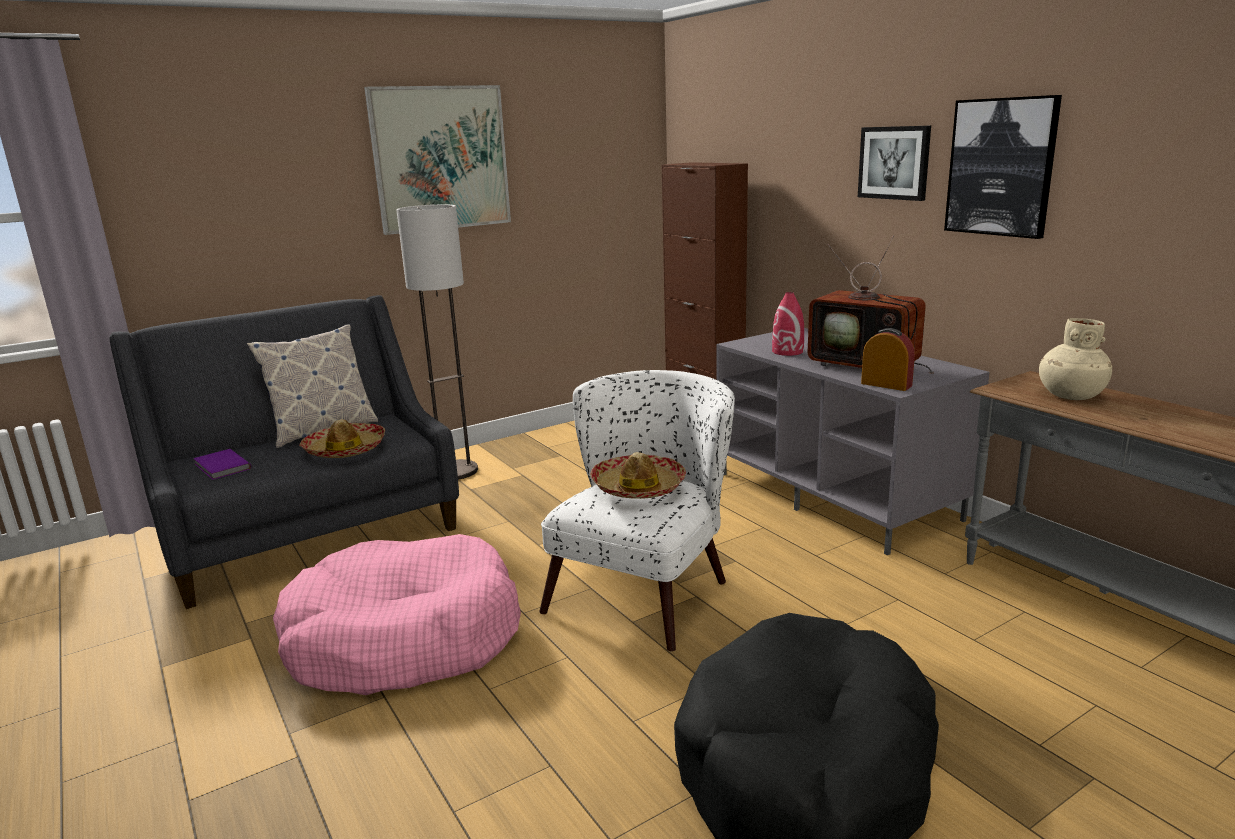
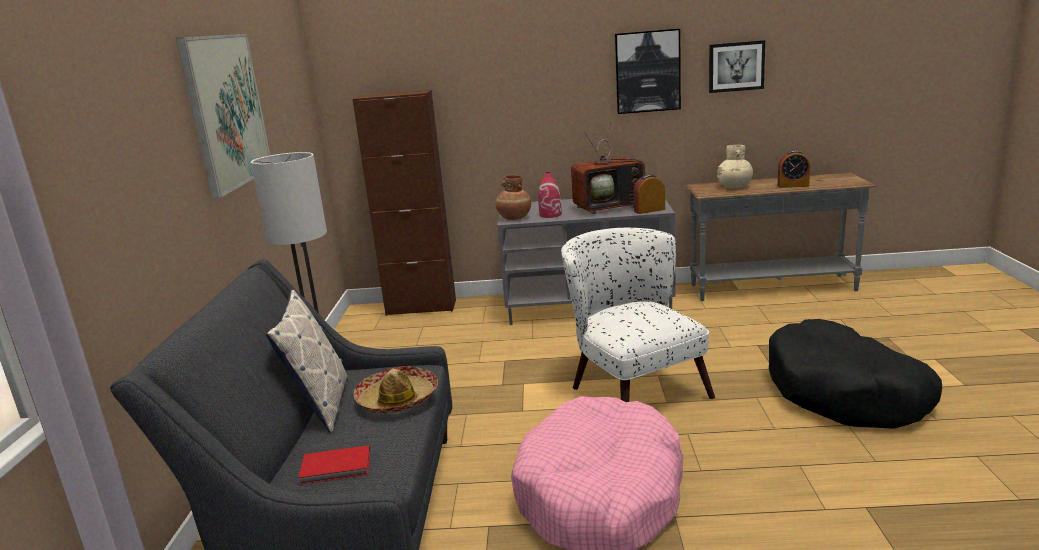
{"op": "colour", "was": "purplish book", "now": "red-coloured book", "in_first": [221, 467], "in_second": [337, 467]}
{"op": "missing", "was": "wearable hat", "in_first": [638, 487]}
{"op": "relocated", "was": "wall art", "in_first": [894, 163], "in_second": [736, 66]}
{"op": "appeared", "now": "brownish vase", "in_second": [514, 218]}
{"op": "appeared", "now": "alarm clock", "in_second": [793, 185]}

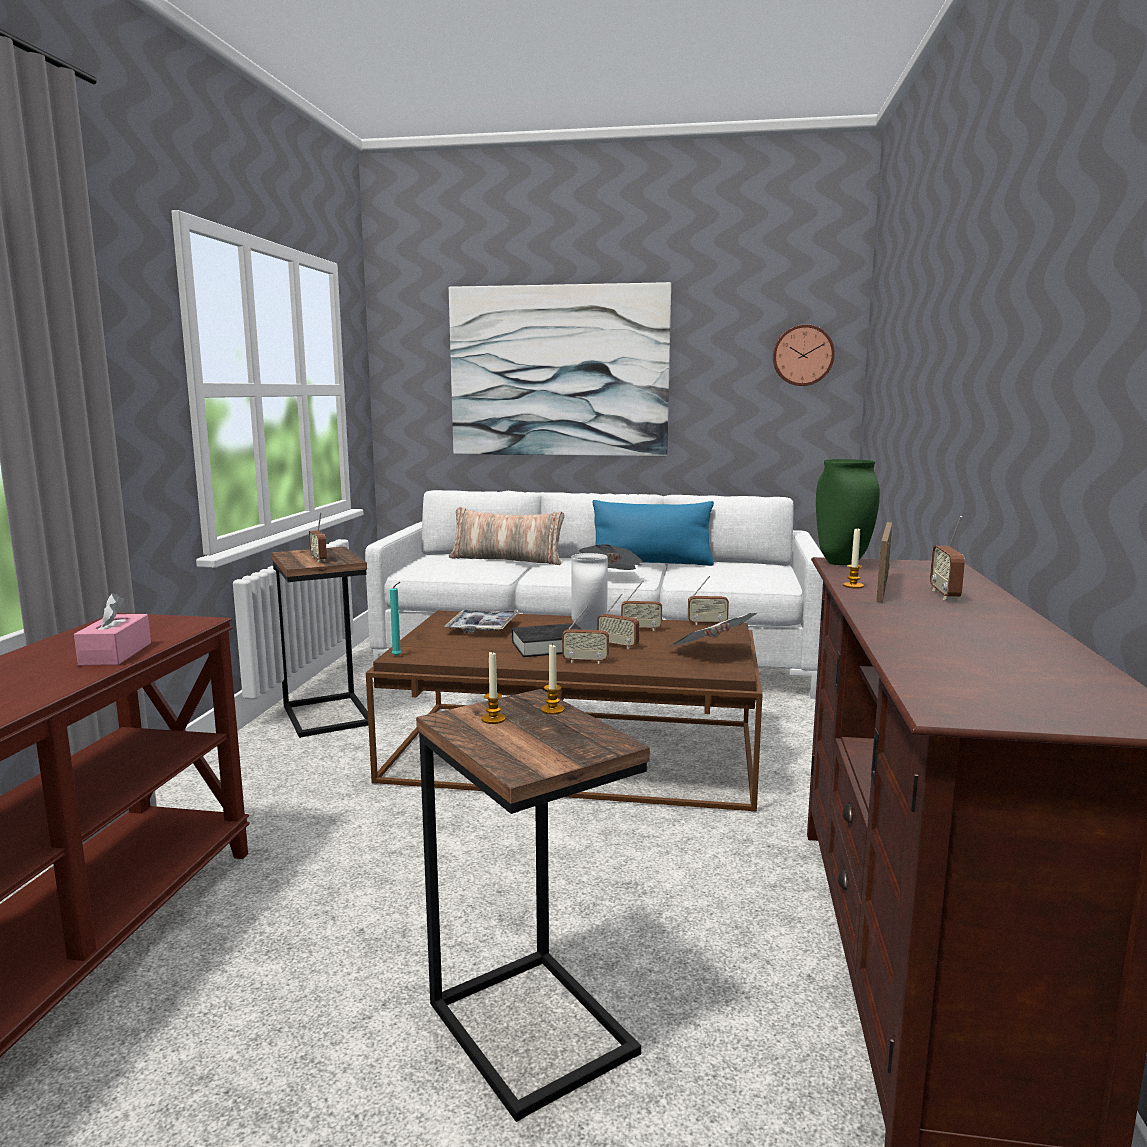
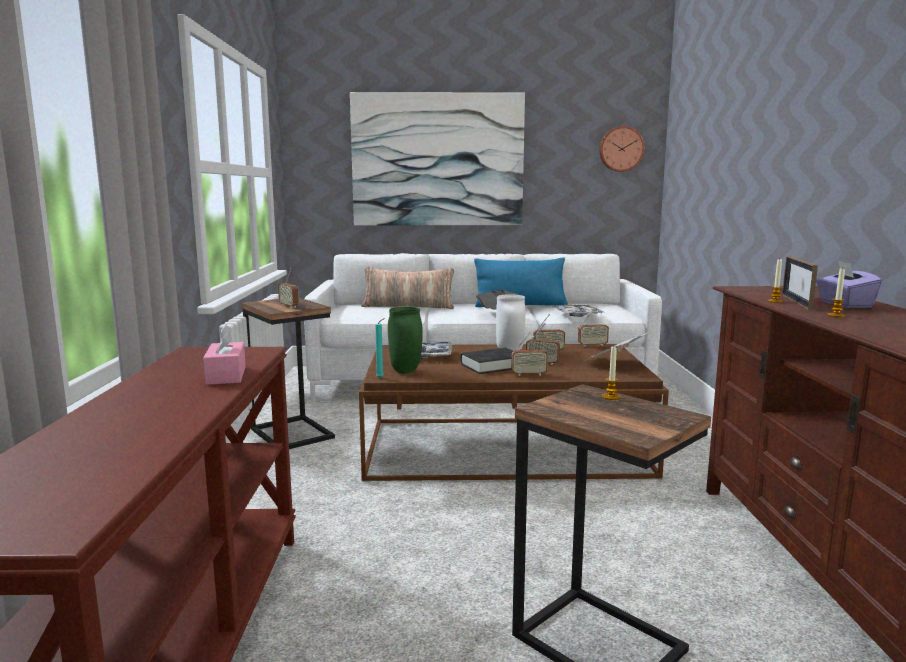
{"op": "relocated", "was": "wax light", "in_first": [493, 719], "in_second": [836, 315]}
{"op": "relocated", "was": "green-coloured vase", "in_first": [841, 563], "in_second": [404, 371]}
{"op": "exchanged", "was": "radio receiver", "now": "purplish tissue holder", "in_first": [945, 595], "in_second": [844, 304]}
{"op": "appeared", "now": "serving tray", "in_second": [577, 315]}

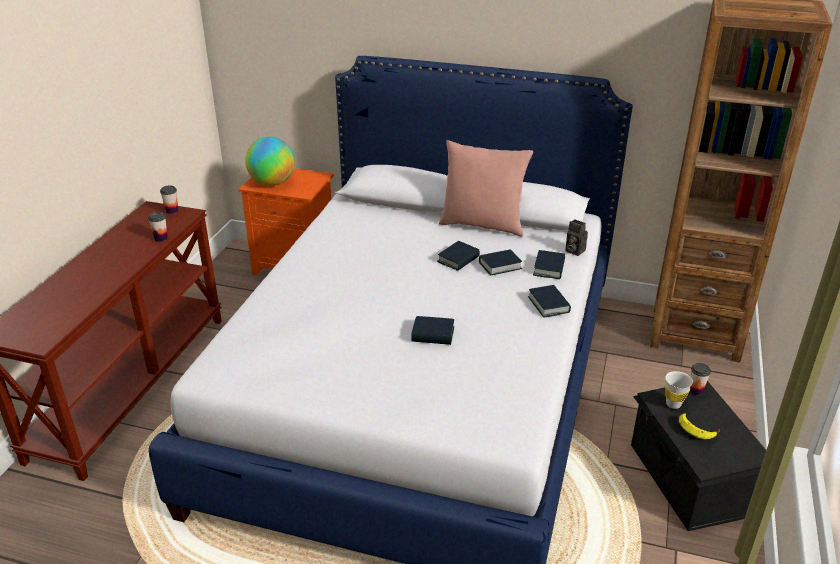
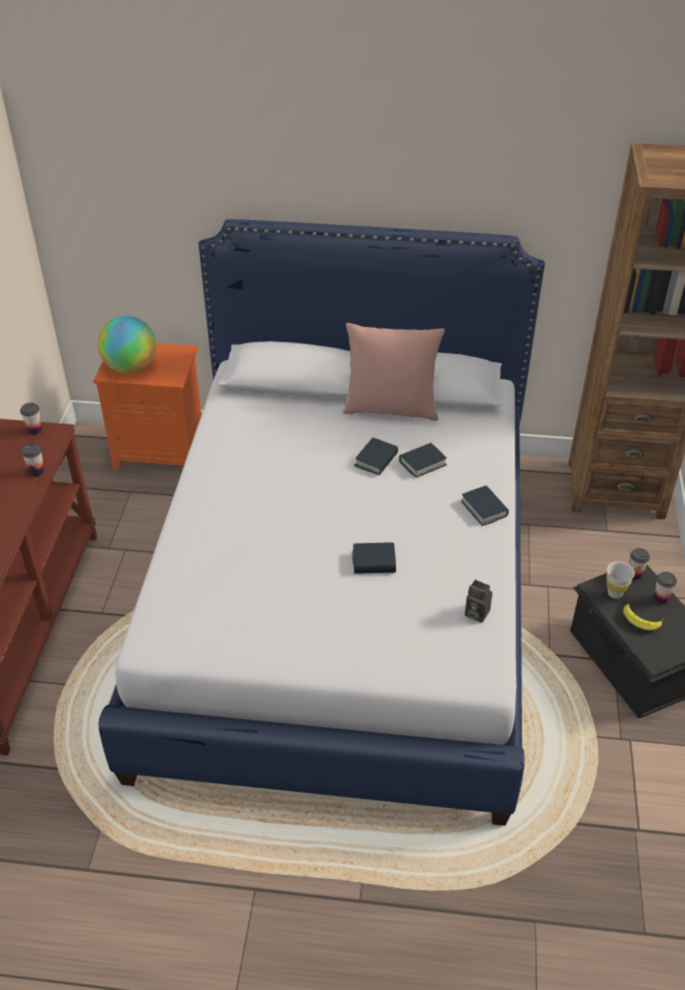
{"op": "missing", "was": "book", "in_first": [549, 268]}
{"op": "relocated", "was": "photo camera", "in_first": [573, 251], "in_second": [475, 613]}
{"op": "appeared", "now": "small cup", "in_second": [660, 598]}

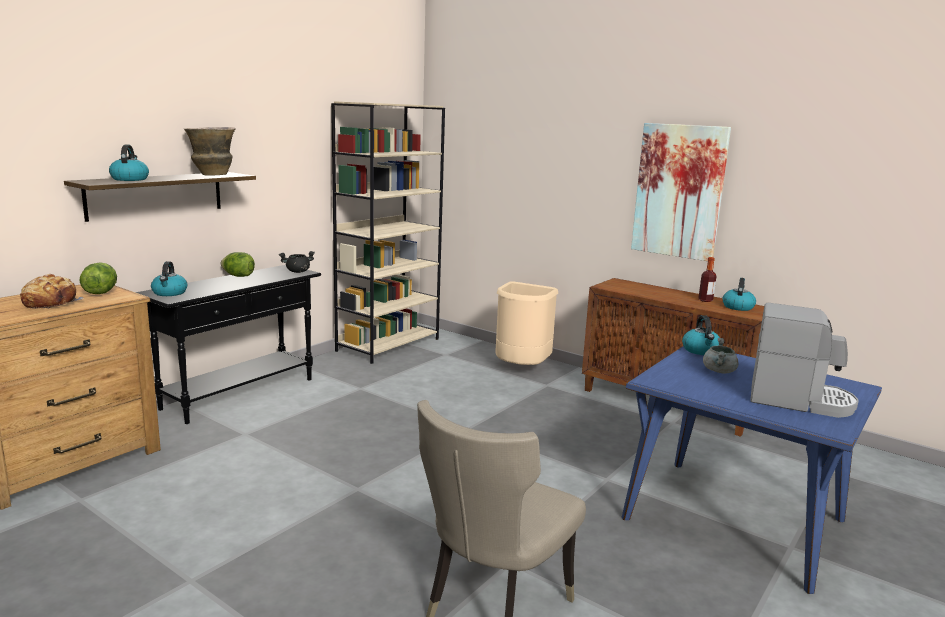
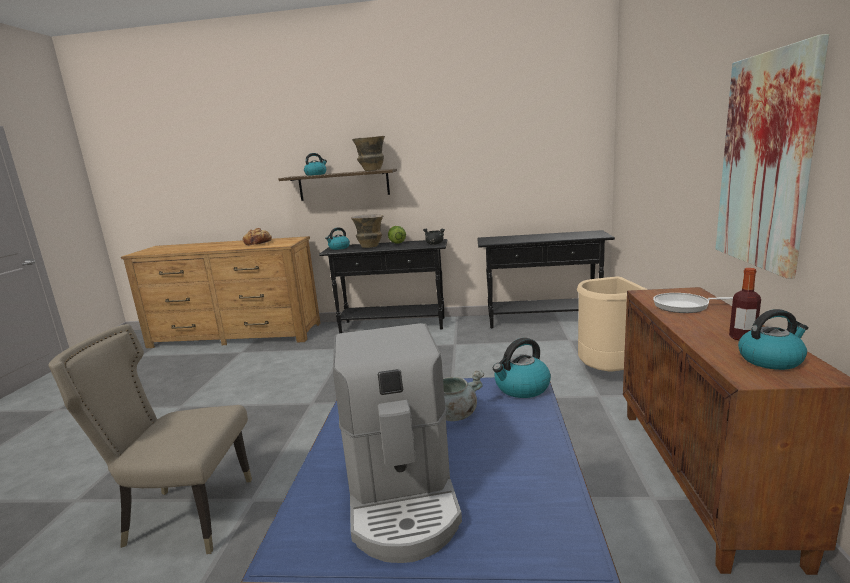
{"op": "missing", "was": "lettuce head", "in_first": [101, 292]}
{"op": "exchanged", "was": "beige-coloured shelving unit", "now": "black narrow table", "in_first": [388, 345], "in_second": [543, 320]}
{"op": "appeared", "now": "vase", "in_second": [370, 246]}
{"op": "appeared", "now": "pan", "in_second": [684, 306]}

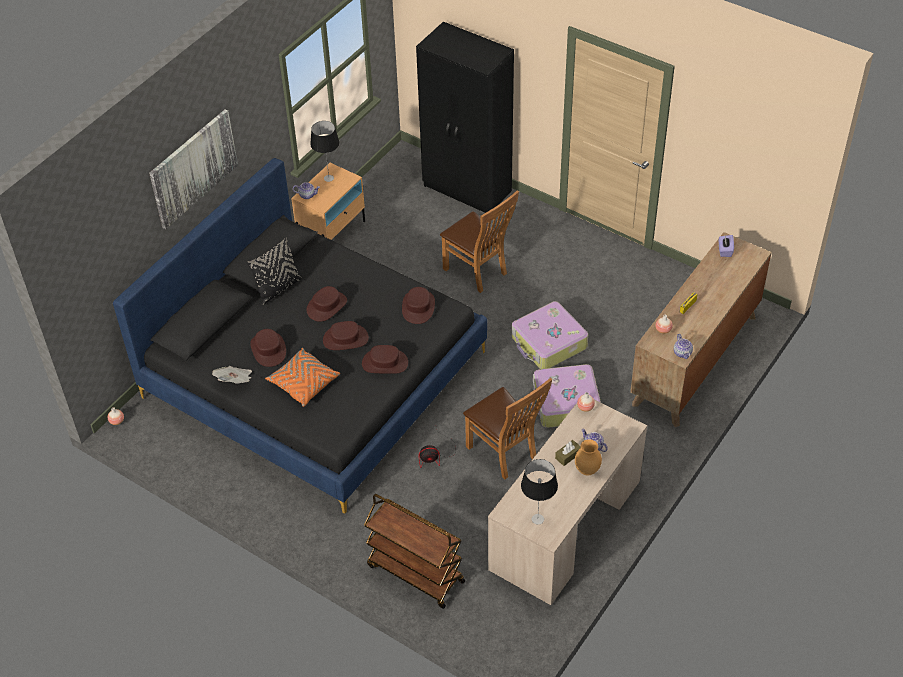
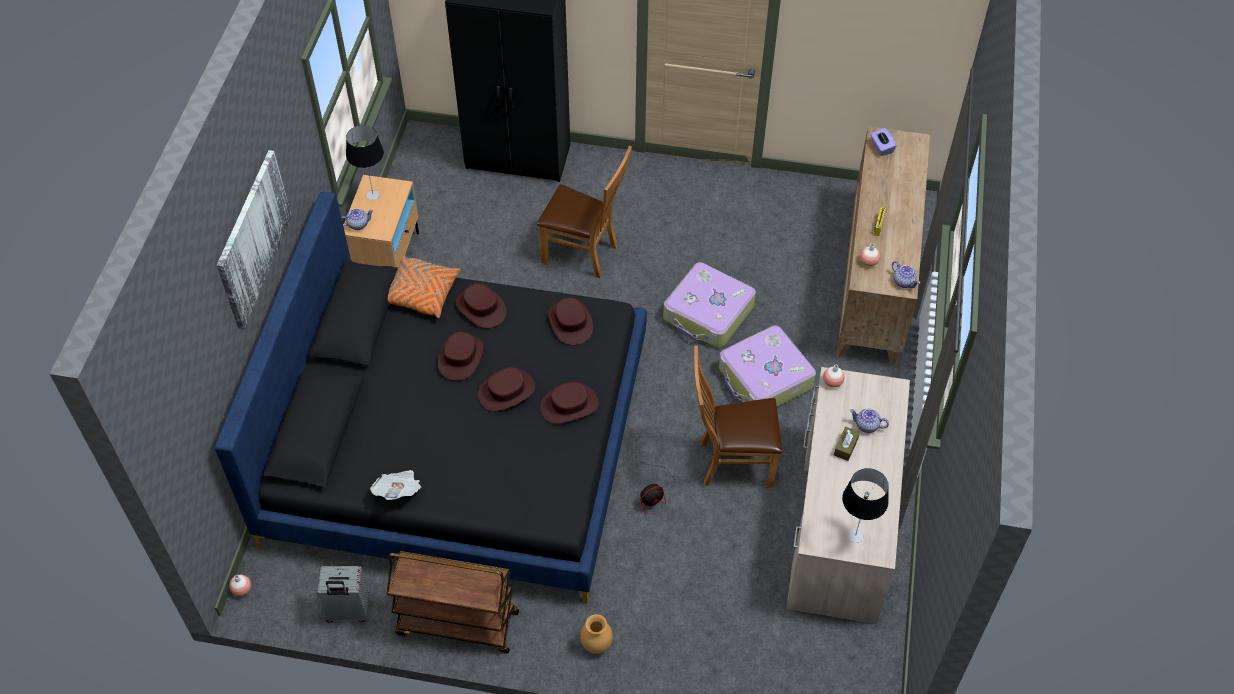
{"op": "missing", "was": "black throw pillow", "in_first": [278, 288]}
{"op": "relocated", "was": "brownish wearable hat", "in_first": [268, 349], "in_second": [481, 308]}
{"op": "relocated", "was": "orangey throw pillow", "in_first": [303, 383], "in_second": [421, 293]}
{"op": "relocated", "was": "brownish cart", "in_first": [415, 573], "in_second": [456, 624]}
{"op": "spun", "was": "brownish upright chair", "in_first": [505, 454], "in_second": [730, 462], "clockwise": 150}
{"op": "relocated", "was": "brownish vase", "in_first": [587, 470], "in_second": [596, 645]}
{"op": "appeared", "now": "greyish piece of luggage", "in_second": [348, 611]}

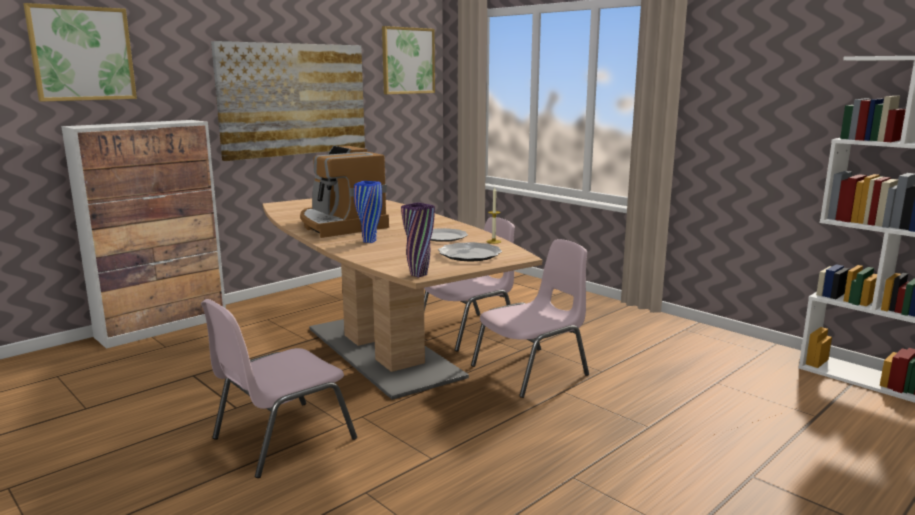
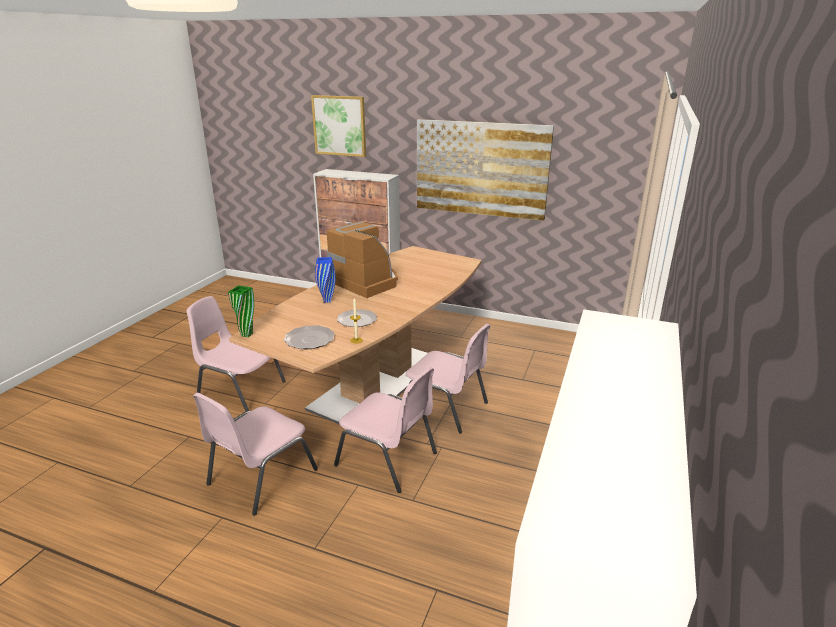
{"op": "spun", "was": "coffee brewer", "in_first": [340, 225], "in_second": [366, 281], "clockwise": 105}
{"op": "missing", "was": "wall art", "in_first": [408, 61]}
{"op": "colour", "was": "purplish vase", "now": "green-coloured vase", "in_first": [418, 275], "in_second": [247, 335]}
{"op": "appeared", "now": "pink-coloured upright chair", "in_second": [260, 477]}

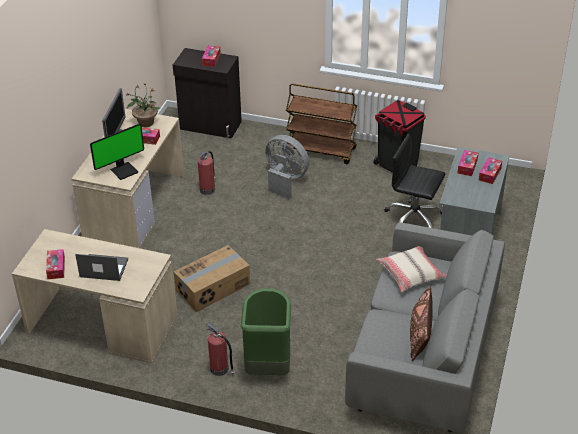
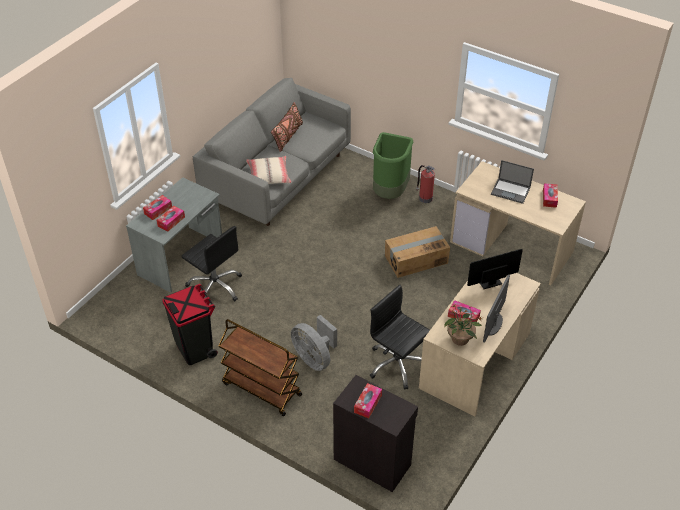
{"op": "exchanged", "was": "extinguisher", "now": "black desk chair", "in_first": [208, 189], "in_second": [397, 364]}

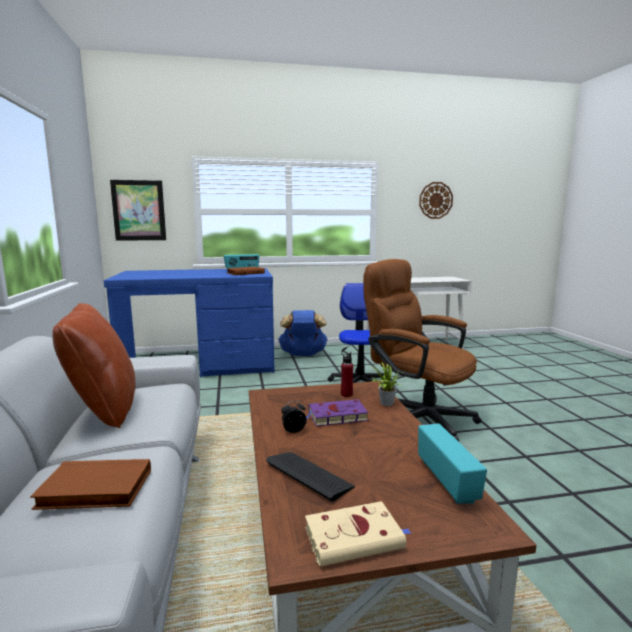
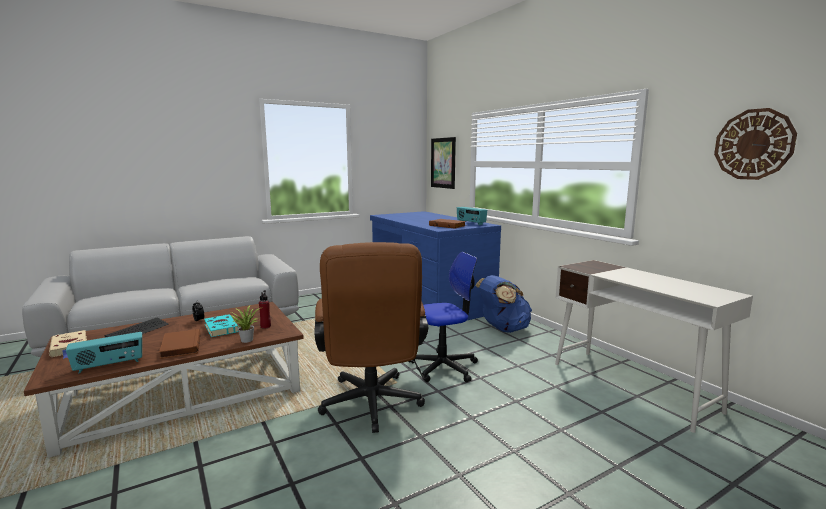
{"op": "relocated", "was": "brownish book", "in_first": [94, 491], "in_second": [179, 346]}
{"op": "missing", "was": "brownish throw pillow", "in_first": [104, 410]}
{"op": "colour", "was": "purplish book", "now": "blue-green book", "in_first": [335, 416], "in_second": [221, 328]}
{"op": "spun", "was": "brownish desk chair", "in_first": [417, 416], "in_second": [371, 407], "clockwise": 150}

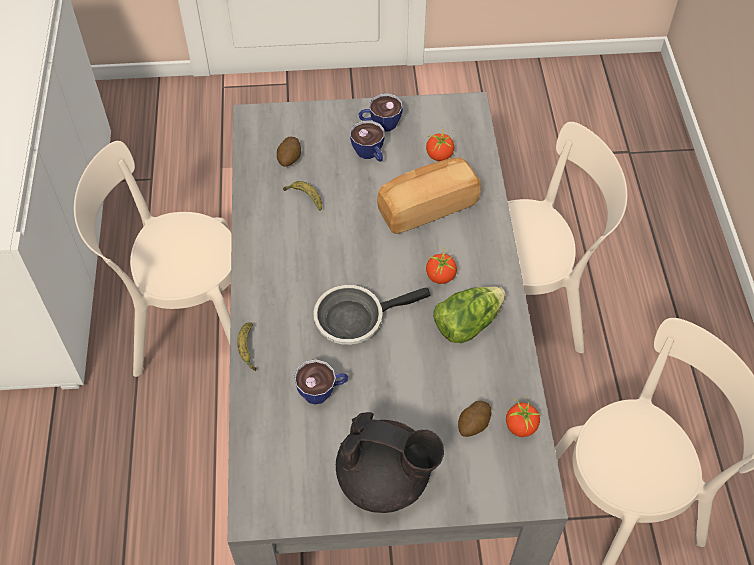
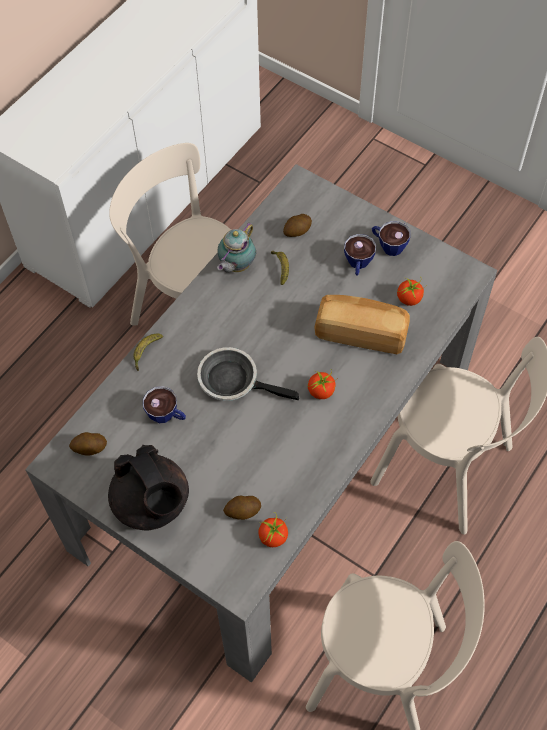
{"op": "missing", "was": "lettuce head", "in_first": [467, 323]}
{"op": "appeared", "now": "potato", "in_second": [89, 448]}
{"op": "appeared", "now": "teapot", "in_second": [236, 266]}

